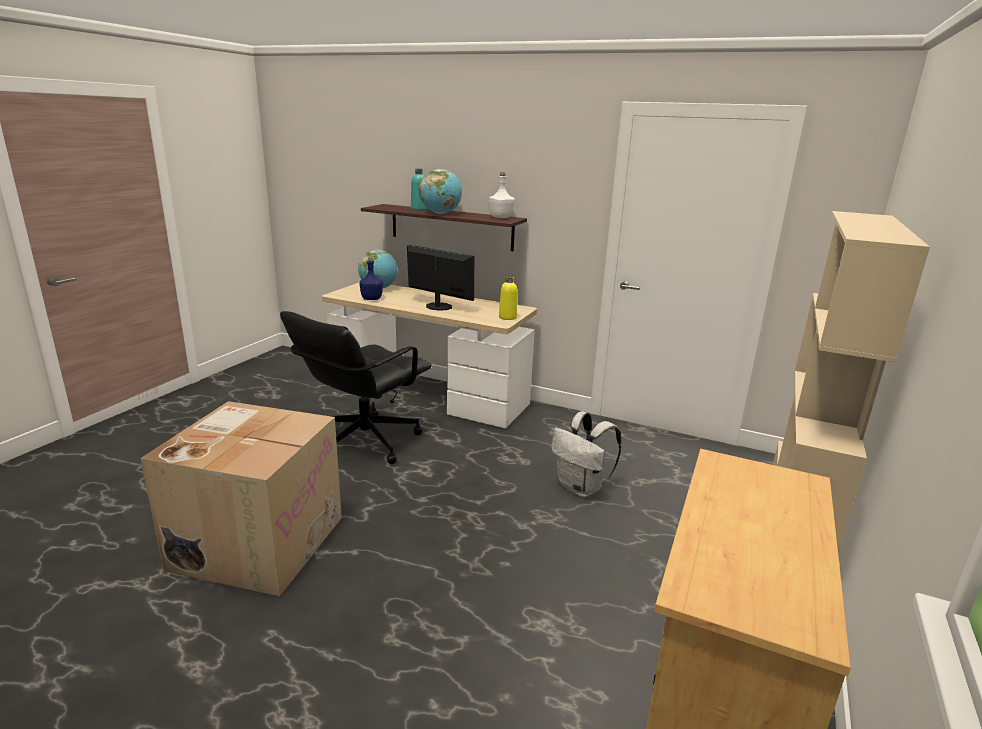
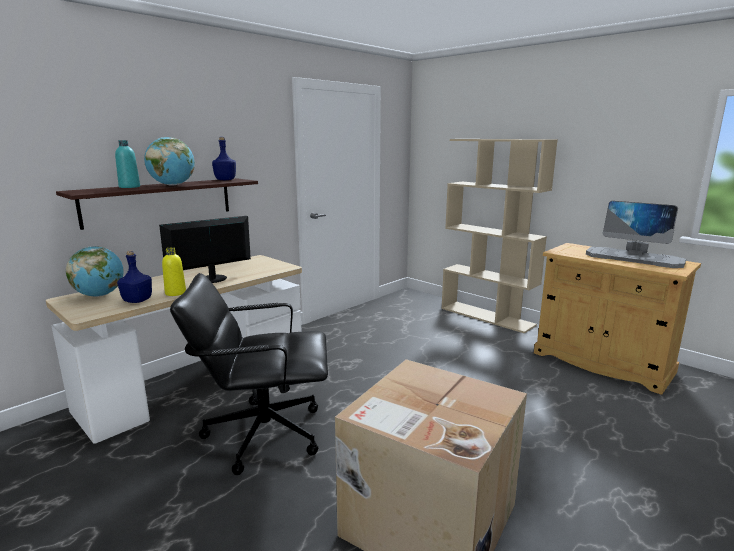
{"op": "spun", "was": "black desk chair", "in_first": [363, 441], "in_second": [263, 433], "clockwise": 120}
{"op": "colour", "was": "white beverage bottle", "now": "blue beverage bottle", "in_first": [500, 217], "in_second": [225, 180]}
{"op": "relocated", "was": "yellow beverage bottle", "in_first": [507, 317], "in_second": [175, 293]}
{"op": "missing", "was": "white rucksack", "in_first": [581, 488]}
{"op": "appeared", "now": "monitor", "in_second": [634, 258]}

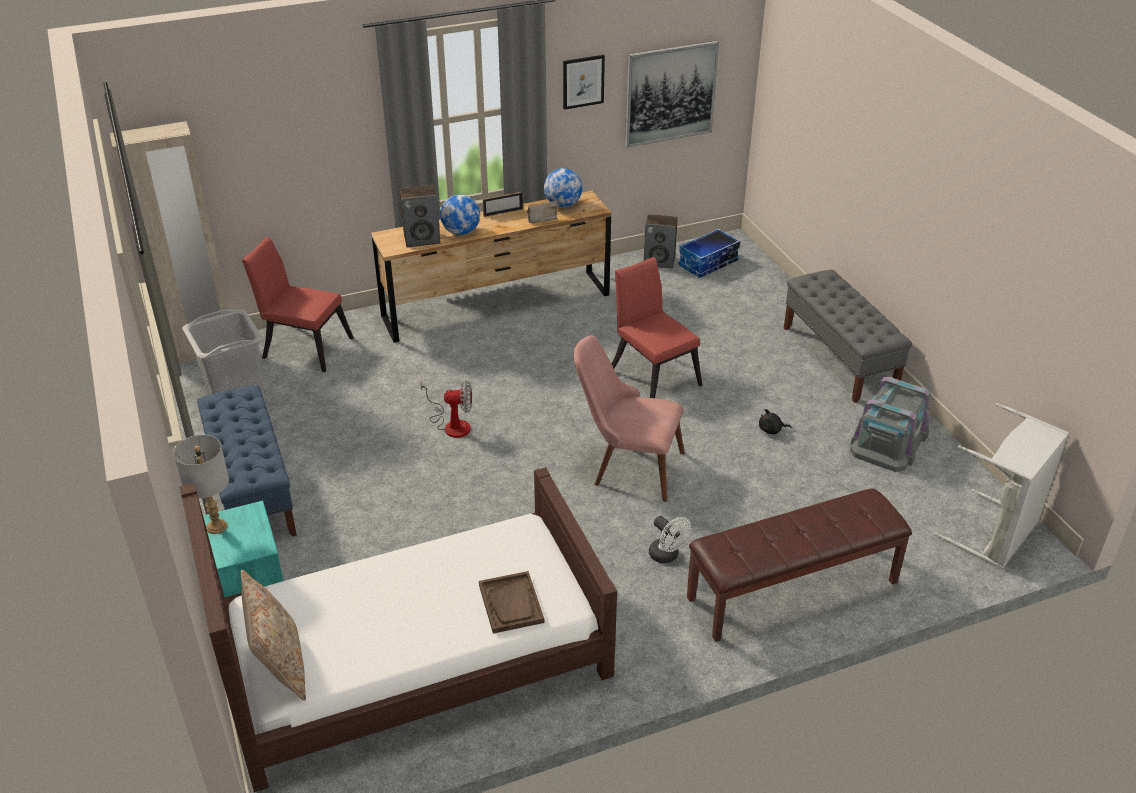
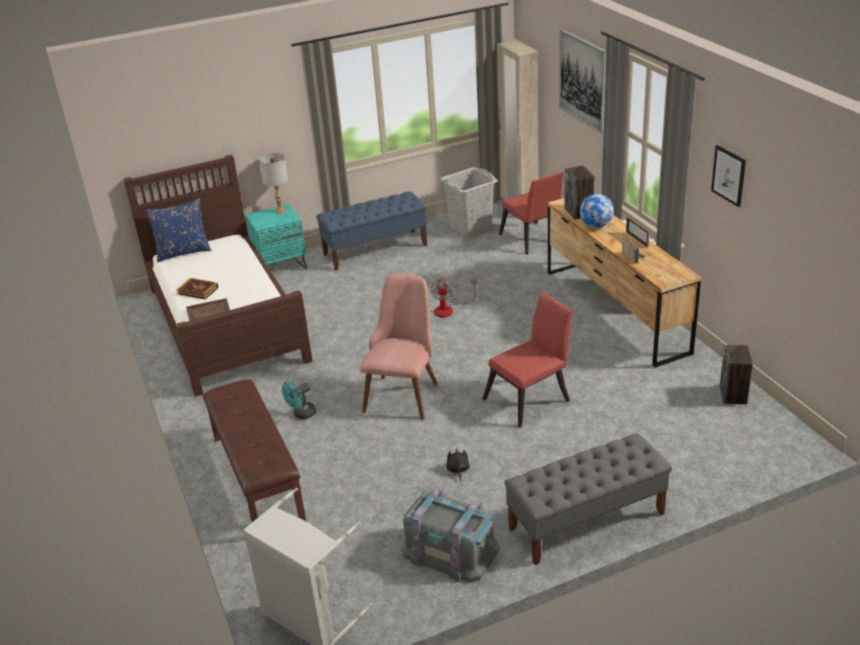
{"op": "colour", "was": "beige-coloured throw pillow", "now": "blue throw pillow", "in_first": [280, 665], "in_second": [183, 252]}
{"op": "spun", "was": "red-coloured upright chair", "in_first": [303, 346], "in_second": [533, 240], "clockwise": 135}
{"op": "missing", "was": "world globe", "in_first": [563, 205]}
{"op": "relocated", "was": "wall art", "in_first": [670, 93], "in_second": [583, 80]}
{"op": "colour", "was": "white cooling fan", "now": "blue-green cooling fan", "in_first": [667, 556], "in_second": [301, 414]}
{"op": "missing", "was": "storage bin", "in_first": [708, 264]}
{"op": "appeared", "now": "book", "in_second": [198, 291]}

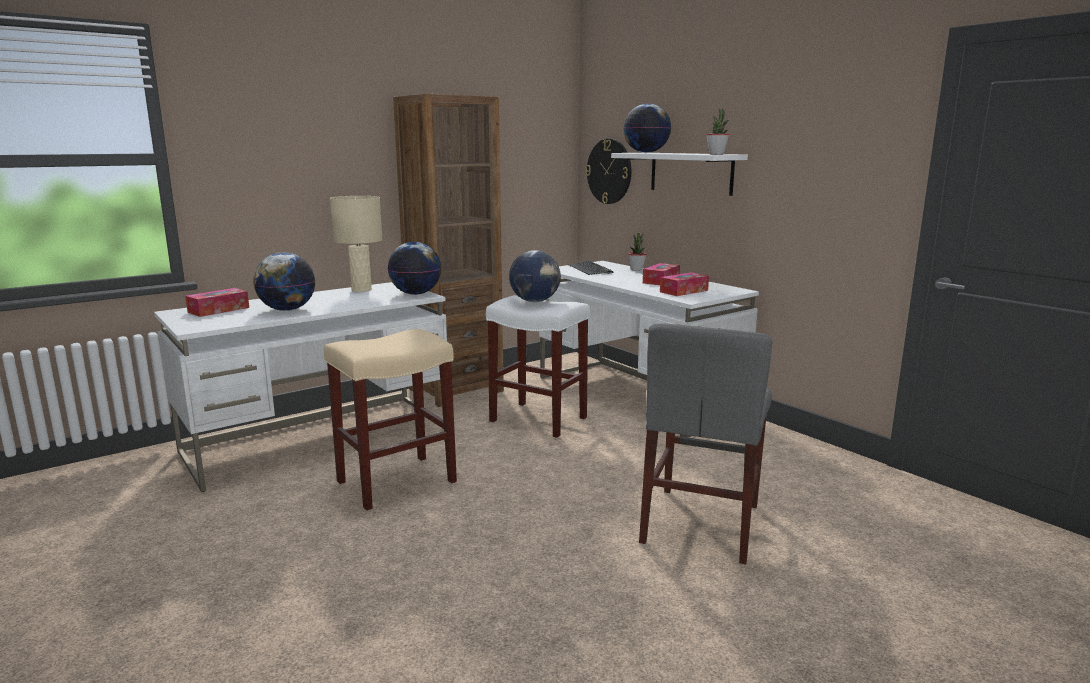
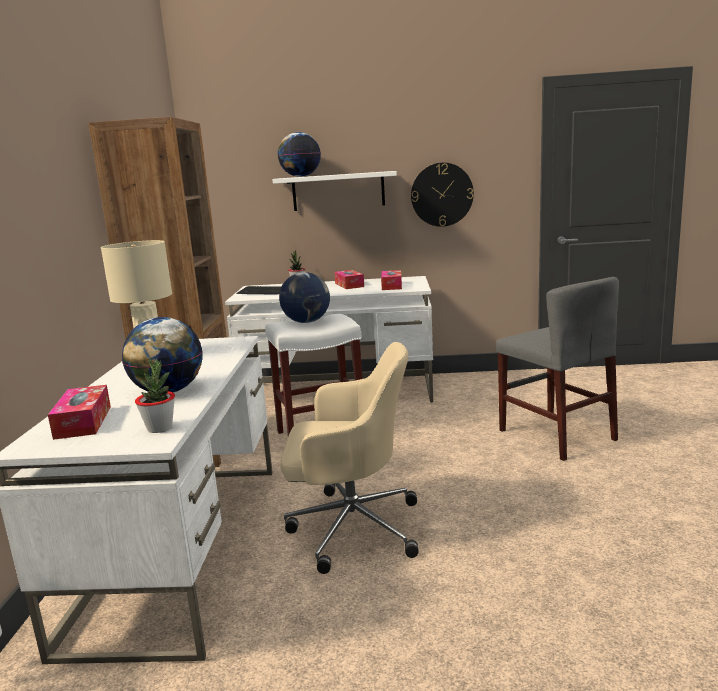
{"op": "exchanged", "was": "beige-coloured stool", "now": "beige-coloured desk chair", "in_first": [395, 482], "in_second": [351, 527]}
{"op": "missing", "was": "world globe", "in_first": [416, 294]}
{"op": "relocated", "was": "clock on the wall", "in_first": [609, 171], "in_second": [442, 194]}
{"op": "relocated", "was": "plant in a pot", "in_first": [716, 154], "in_second": [160, 428]}

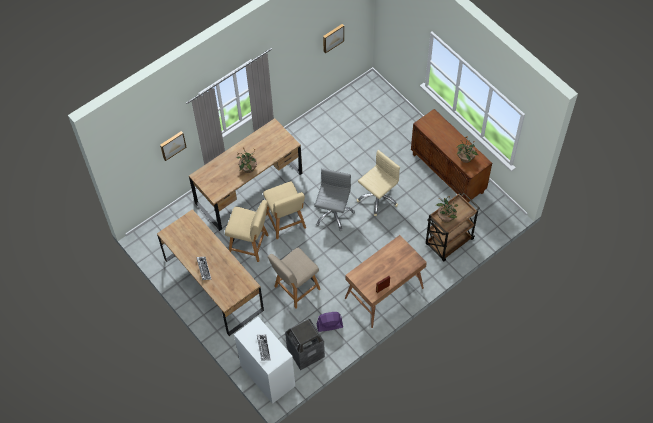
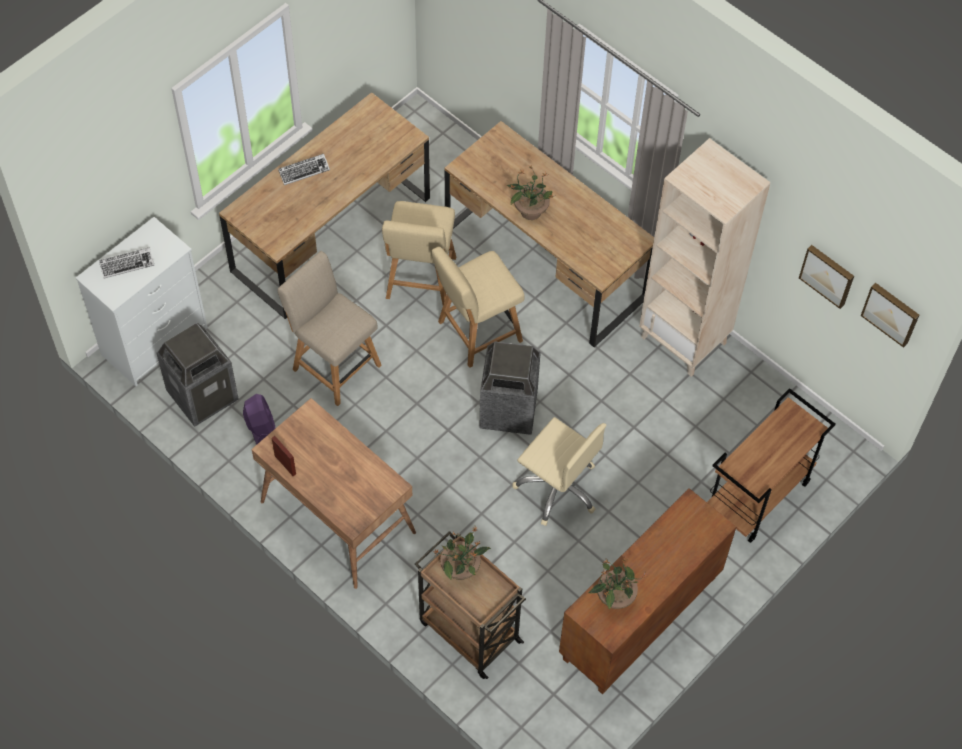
{"op": "relocated", "was": "wall art", "in_first": [172, 145], "in_second": [891, 313]}
{"op": "exchanged", "was": "greyish desk chair", "now": "trash can", "in_first": [333, 213], "in_second": [508, 410]}
{"op": "appeared", "now": "beige-coloured shelving unit", "in_second": [684, 340]}
{"op": "appeared", "now": "brownish cart", "in_second": [757, 496]}

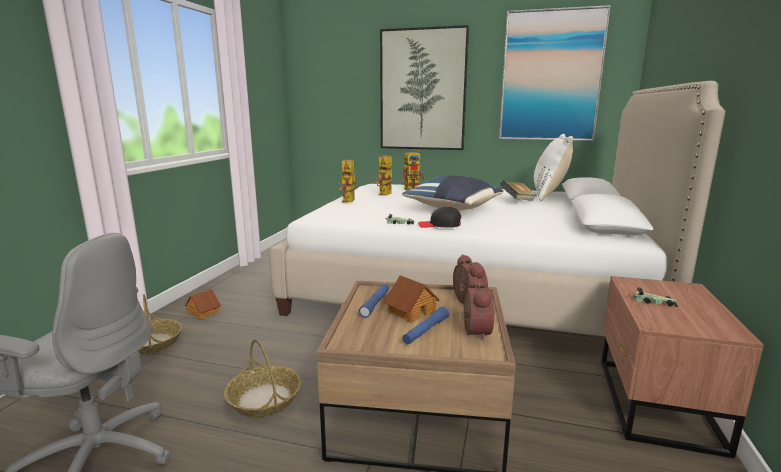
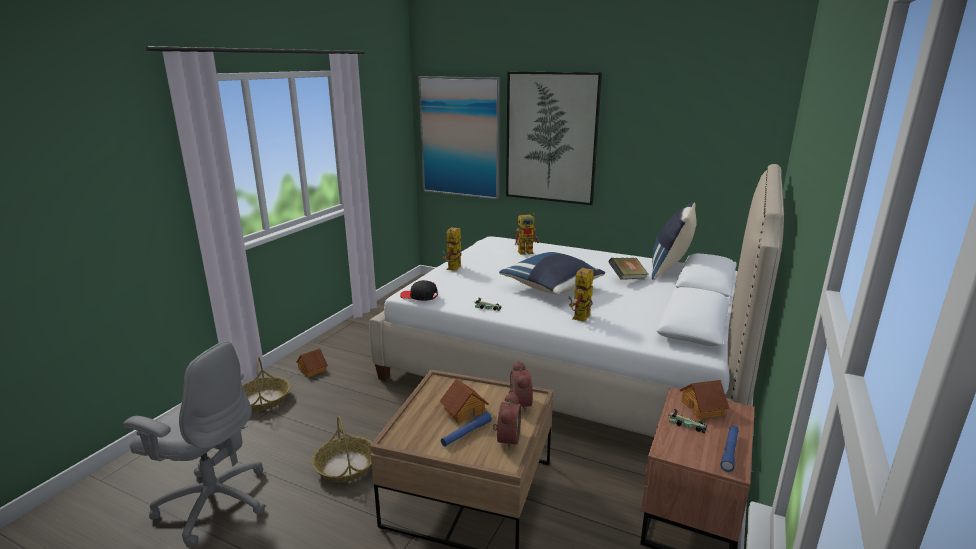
{"op": "relocated", "was": "blue torch", "in_first": [375, 304], "in_second": [729, 452]}
{"op": "relocated", "was": "model robot", "in_first": [385, 195], "in_second": [581, 319]}
{"op": "relocated", "was": "black peaked cap", "in_first": [440, 225], "in_second": [419, 296]}
{"op": "relocated", "was": "wall art", "in_first": [550, 76], "in_second": [460, 137]}
{"op": "colour", "was": "white throw pillow", "now": "blue throw pillow", "in_first": [549, 195], "in_second": [670, 270]}
{"op": "appeared", "now": "toy house", "in_second": [703, 408]}

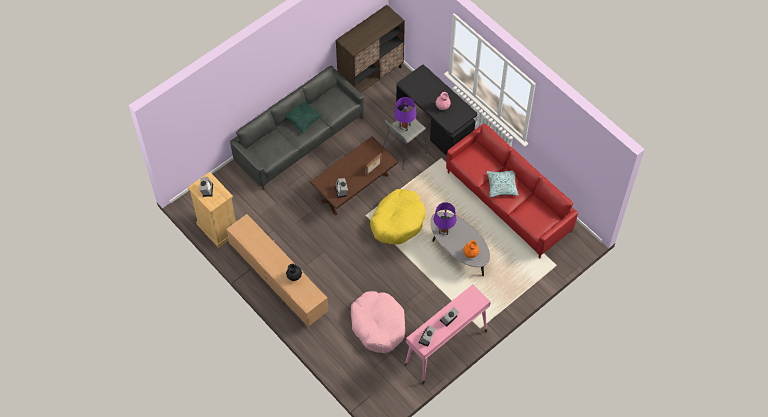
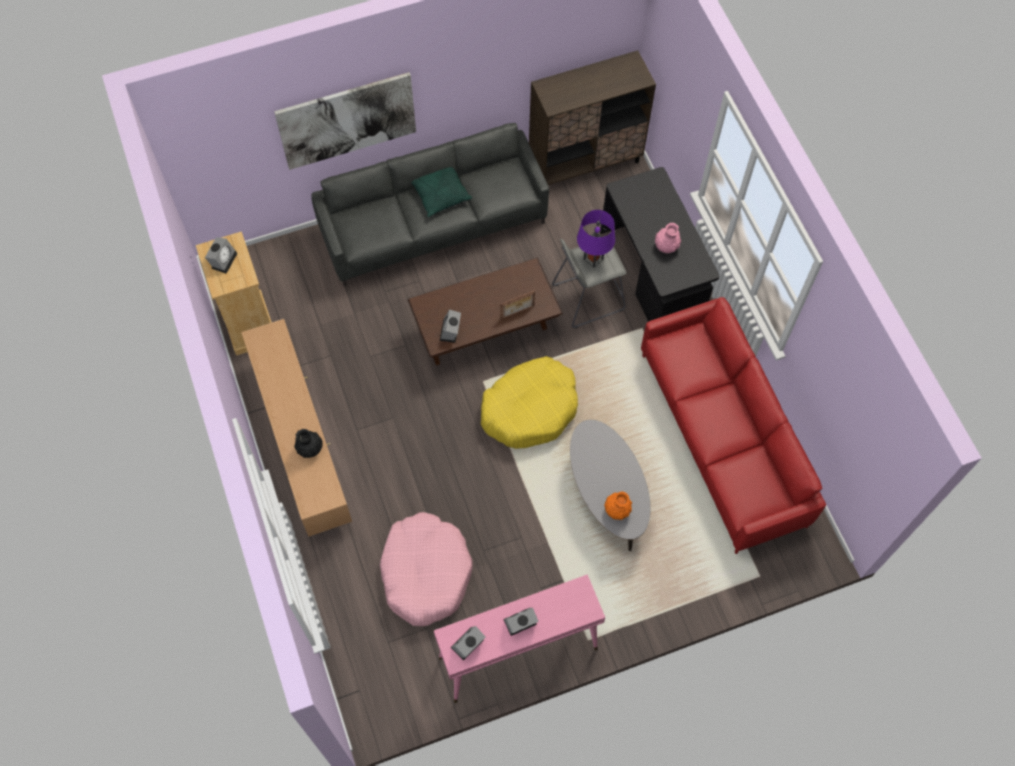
{"op": "missing", "was": "purplish tabletop lamp", "in_first": [444, 230]}
{"op": "missing", "was": "throw pillow", "in_first": [502, 186]}
{"op": "appeared", "now": "wall art", "in_second": [347, 120]}

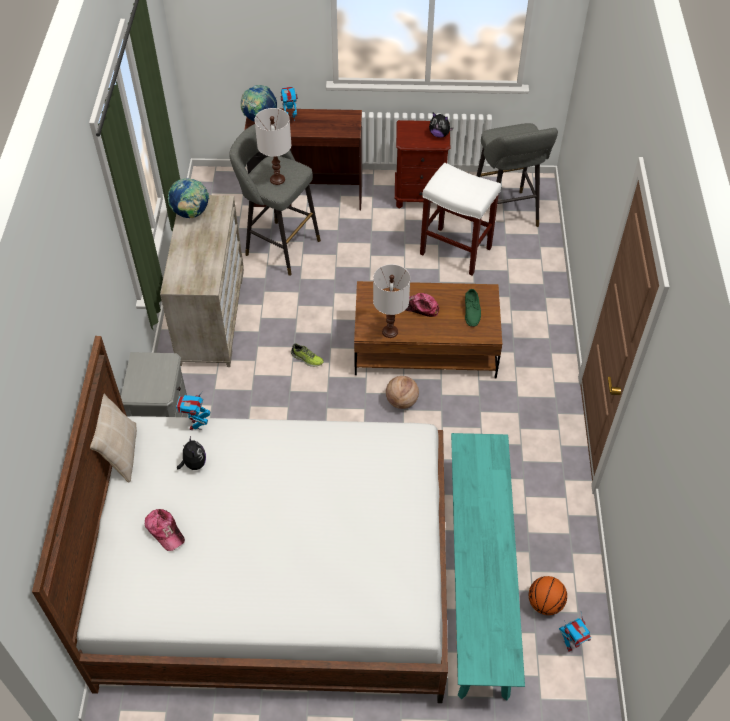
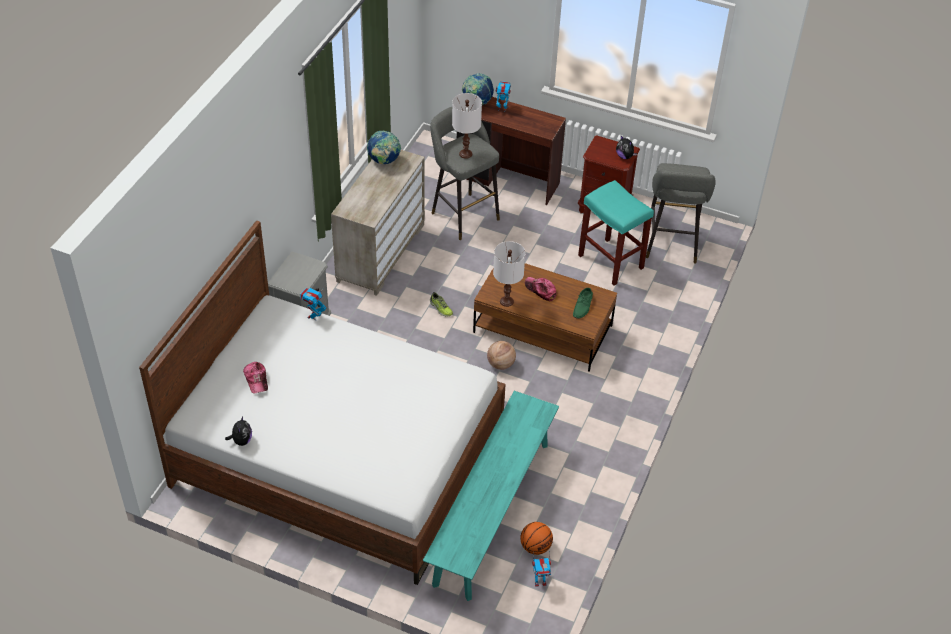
{"op": "missing", "was": "beige-coloured throw pillow", "in_first": [121, 453]}
{"op": "relocated", "was": "cuddly toy", "in_first": [194, 464], "in_second": [241, 440]}
{"op": "colour", "was": "white stool", "now": "blue-green stool", "in_first": [456, 251], "in_second": [611, 262]}

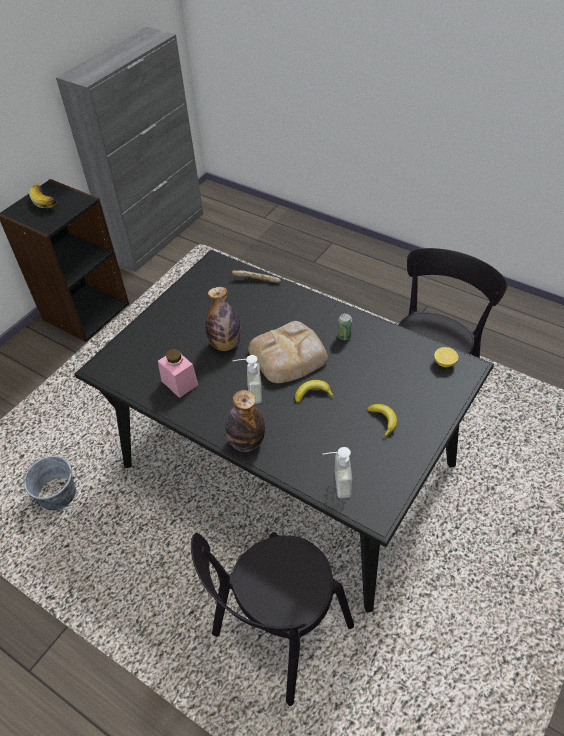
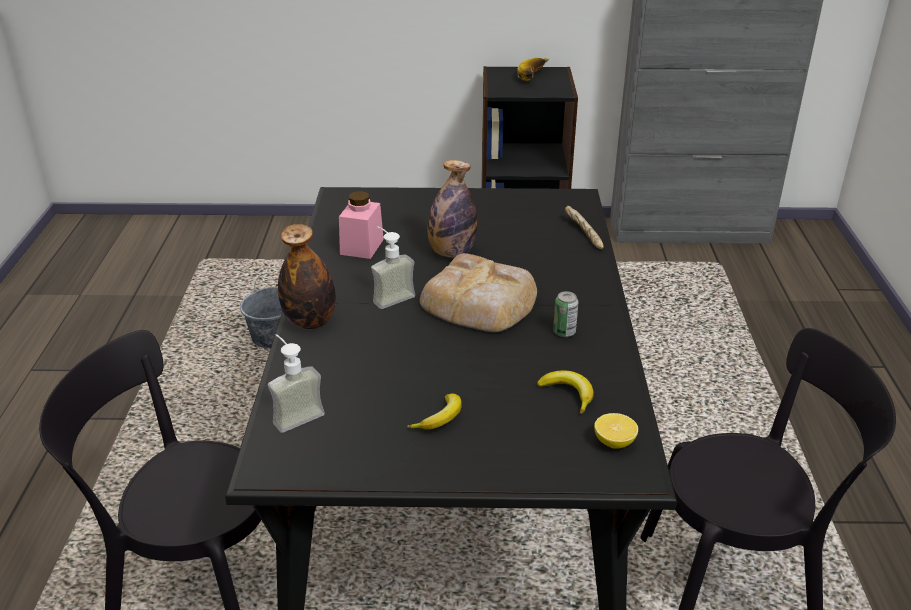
{"op": "relocated", "was": "banana", "in_first": [313, 393], "in_second": [568, 394]}

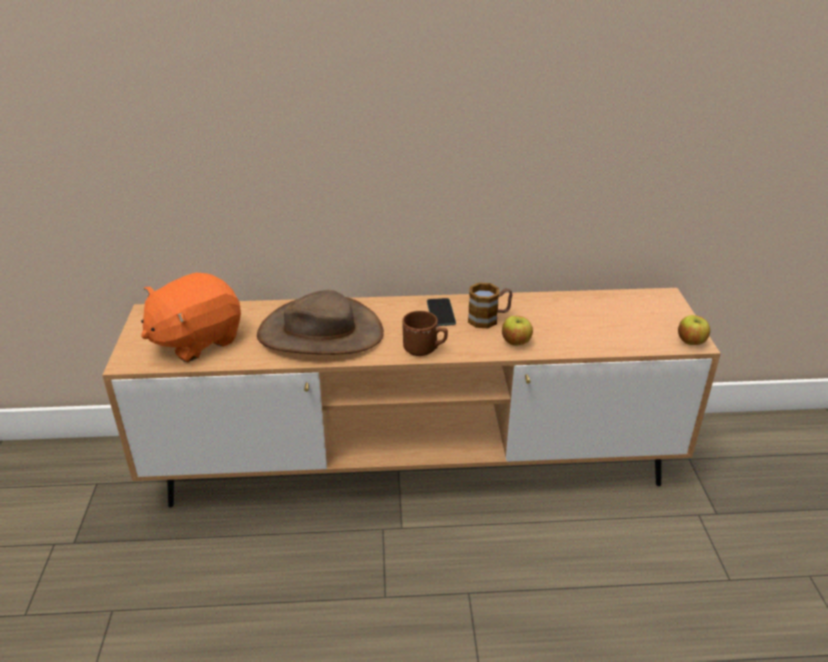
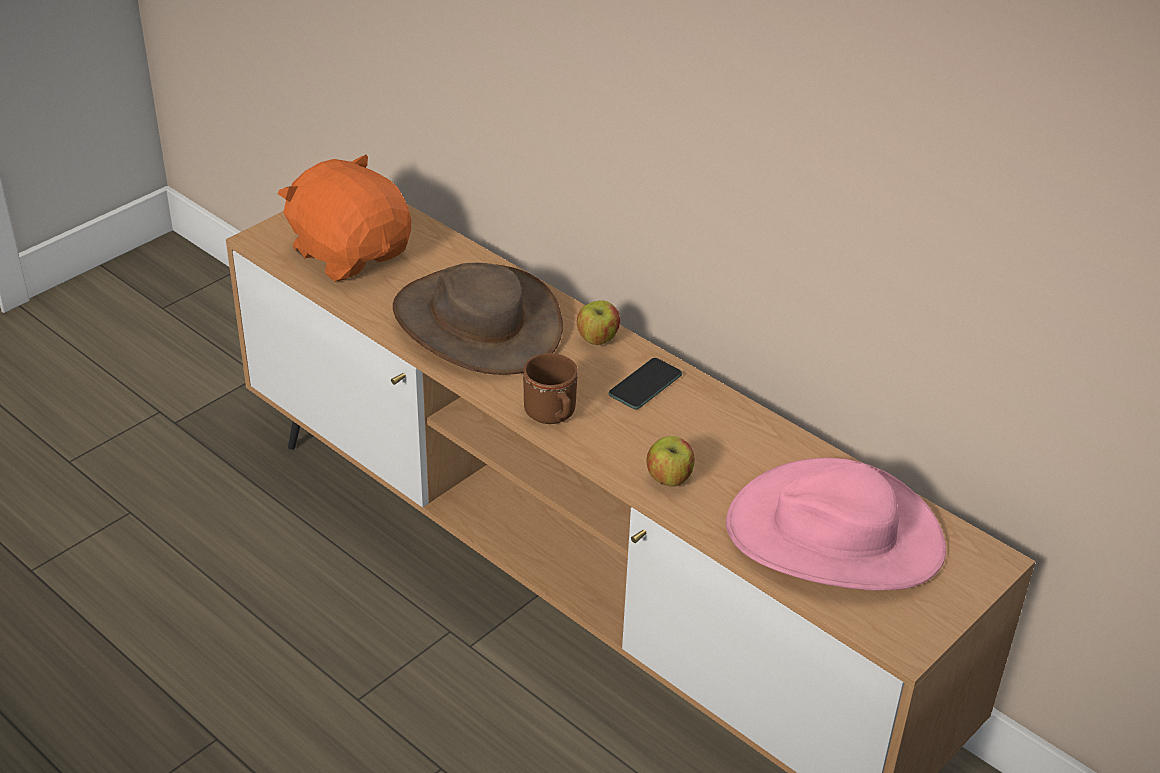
{"op": "spun", "was": "orangey cuddly toy", "in_first": [196, 340], "in_second": [350, 253], "clockwise": 45}
{"op": "missing", "was": "tea mug", "in_first": [489, 318]}
{"op": "relocated", "was": "whole apple", "in_first": [691, 342], "in_second": [598, 339]}
{"op": "appeared", "now": "pink-coloured wearable hat", "in_second": [835, 535]}

